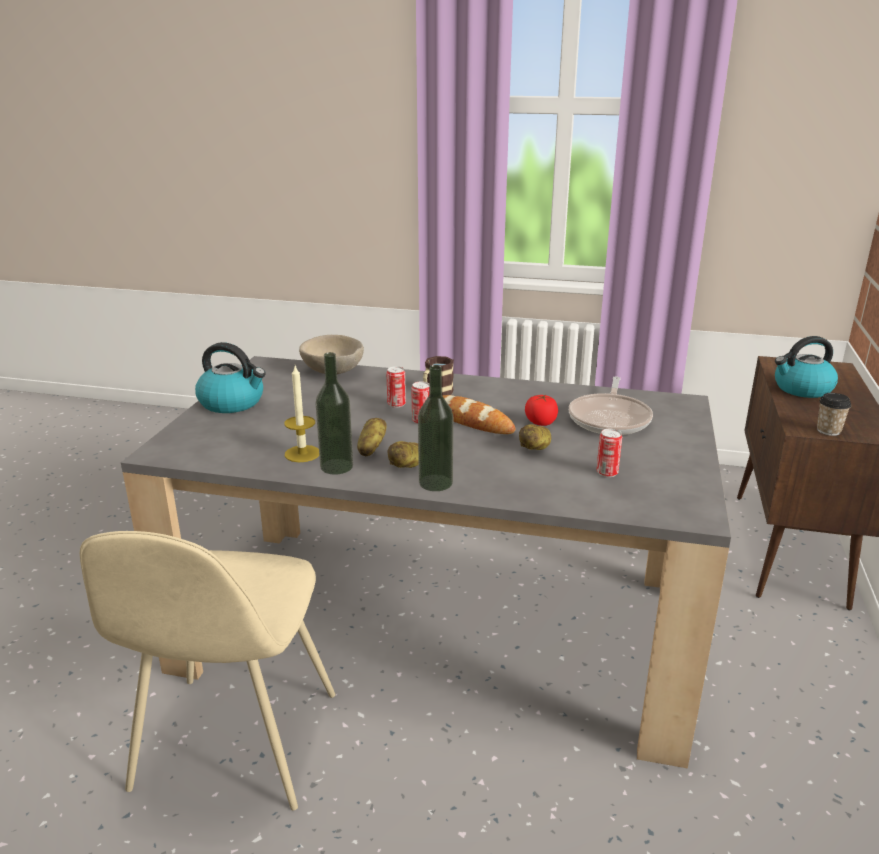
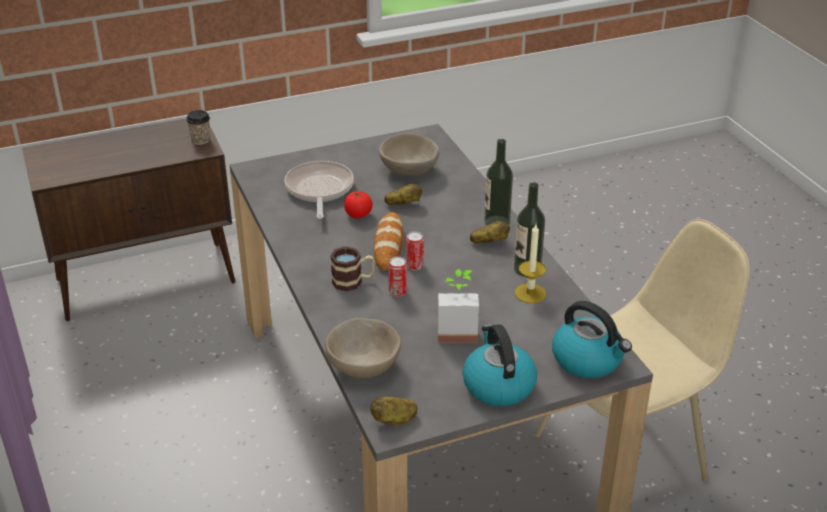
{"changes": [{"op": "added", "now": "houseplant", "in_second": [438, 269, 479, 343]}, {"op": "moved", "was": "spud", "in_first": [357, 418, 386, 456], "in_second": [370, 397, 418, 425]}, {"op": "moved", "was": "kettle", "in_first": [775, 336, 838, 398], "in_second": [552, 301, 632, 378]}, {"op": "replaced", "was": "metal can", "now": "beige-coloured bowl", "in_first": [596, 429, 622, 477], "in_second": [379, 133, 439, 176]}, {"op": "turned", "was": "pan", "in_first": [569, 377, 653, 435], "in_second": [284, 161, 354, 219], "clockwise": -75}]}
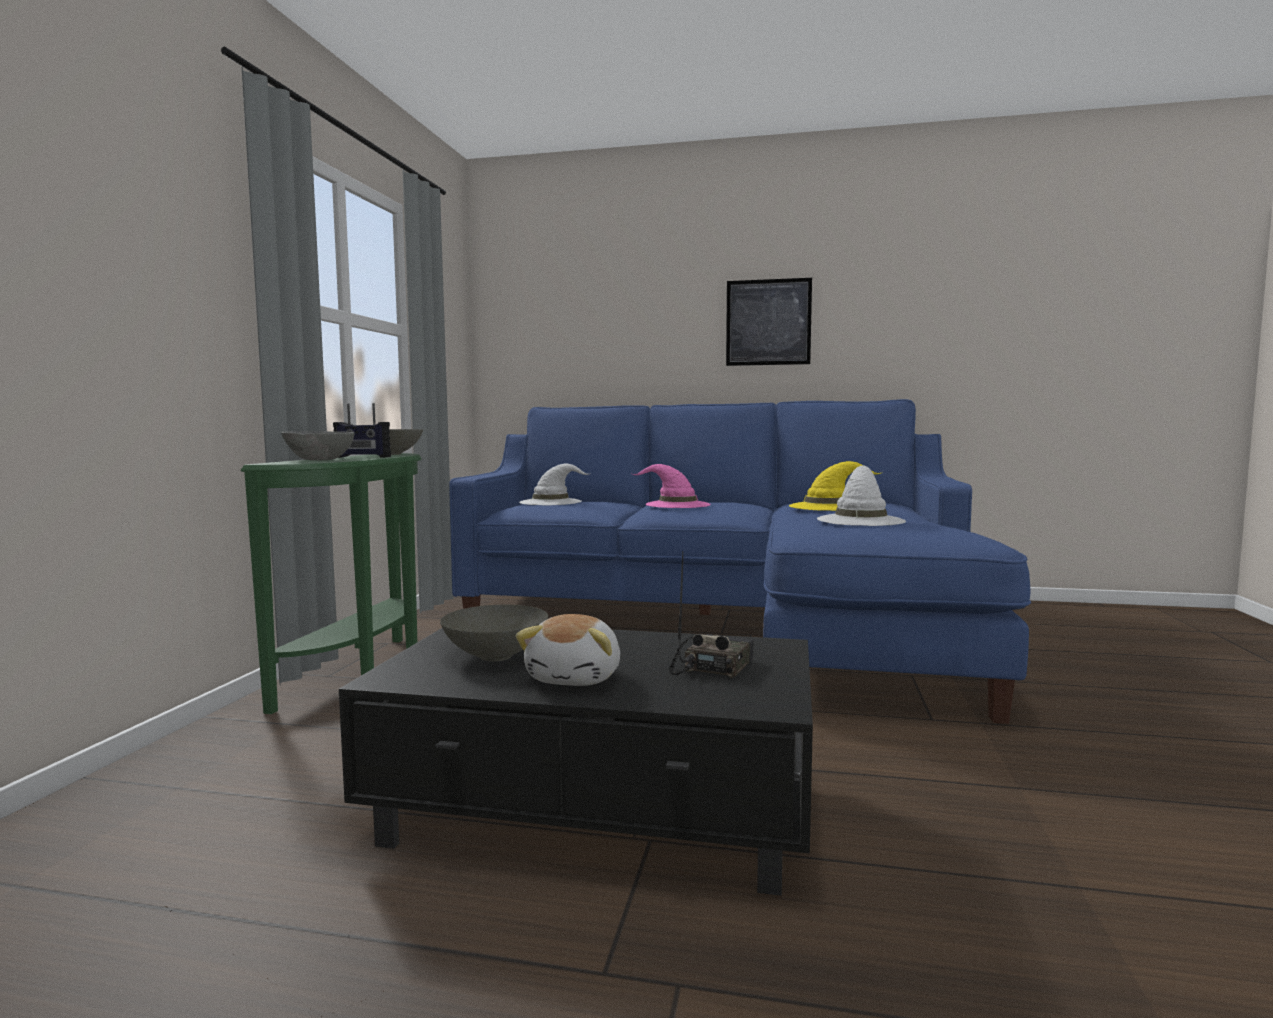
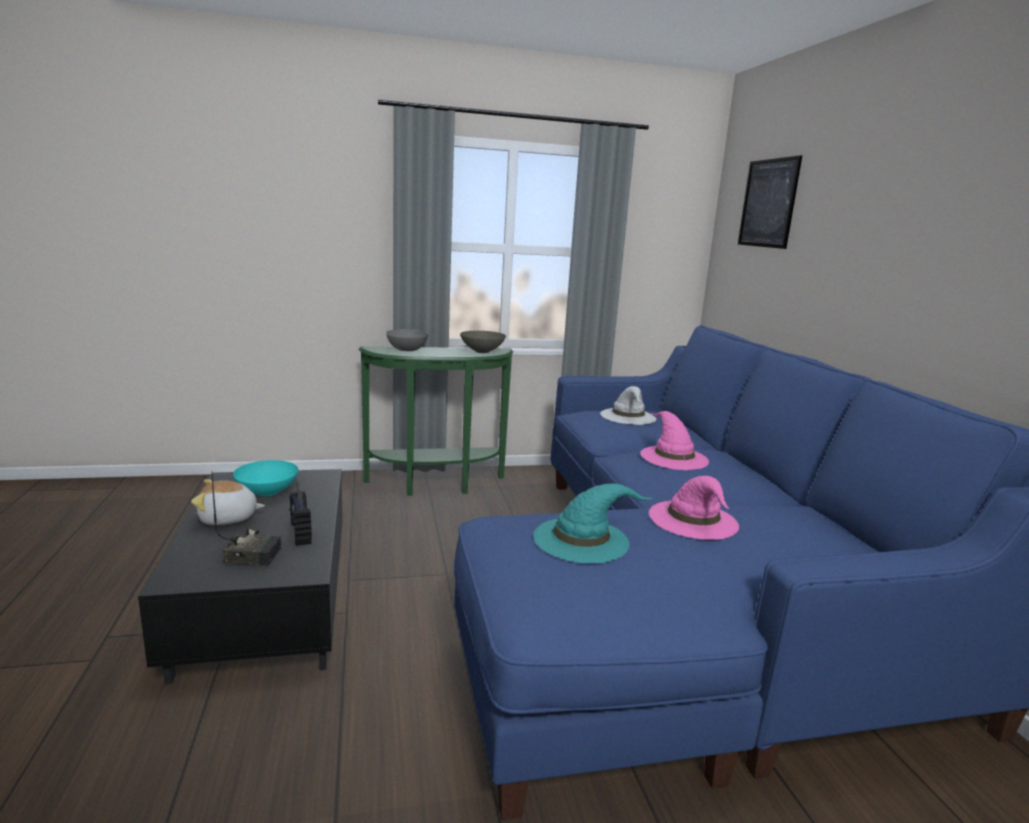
{"changes": [{"op": "moved", "was": "radio", "in_first": [333, 403, 391, 458], "in_second": [289, 480, 312, 546]}, {"op": "moved", "was": "picture", "in_first": [726, 278, 812, 366], "in_second": [738, 155, 802, 249]}, {"op": "recoloured", "was": "greyish bowl", "now": "turquoise-coloured bowl", "in_first": [440, 605, 548, 661], "in_second": [233, 460, 298, 496]}, {"op": "recoloured", "was": "yellowish wearable hat", "now": "pink wearable hat", "in_first": [789, 461, 883, 511], "in_second": [649, 476, 739, 540]}, {"op": "recoloured", "was": "white wearable hat", "now": "turquoise-coloured wearable hat", "in_first": [817, 466, 906, 526], "in_second": [533, 483, 652, 563]}]}
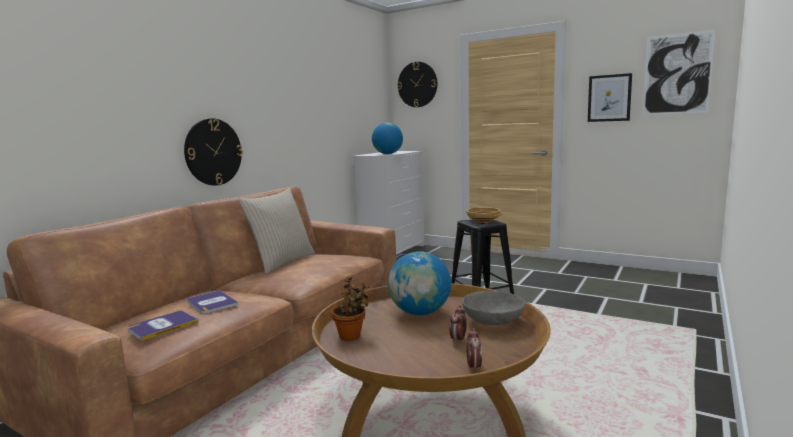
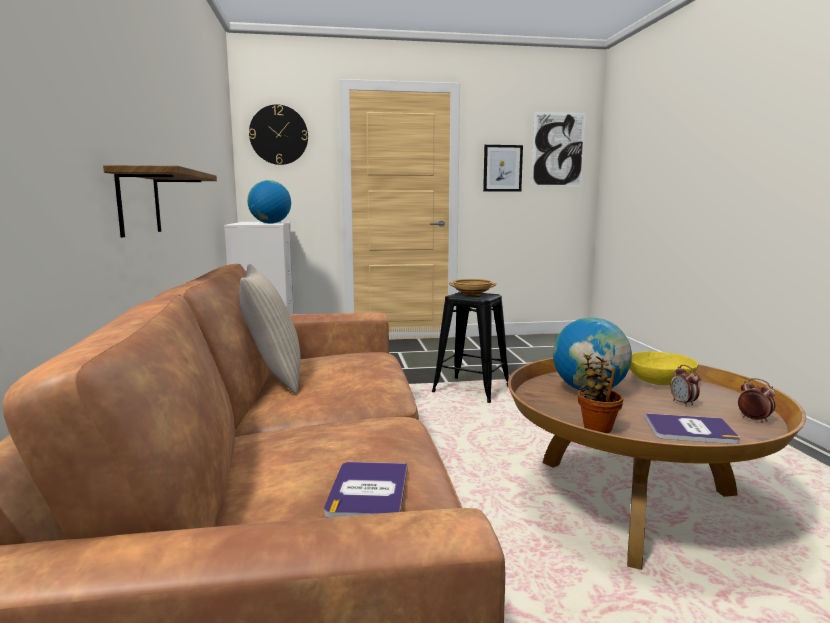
{"changes": [{"op": "moved", "was": "volume", "in_first": [187, 290, 239, 314], "in_second": [645, 413, 740, 444]}, {"op": "replaced", "was": "hanging clock", "now": "shelf", "in_first": [184, 118, 243, 185], "in_second": [103, 165, 217, 237]}, {"op": "recoloured", "was": "greyish bowl", "now": "yellowish bowl", "in_first": [462, 291, 525, 325], "in_second": [630, 351, 698, 385]}]}
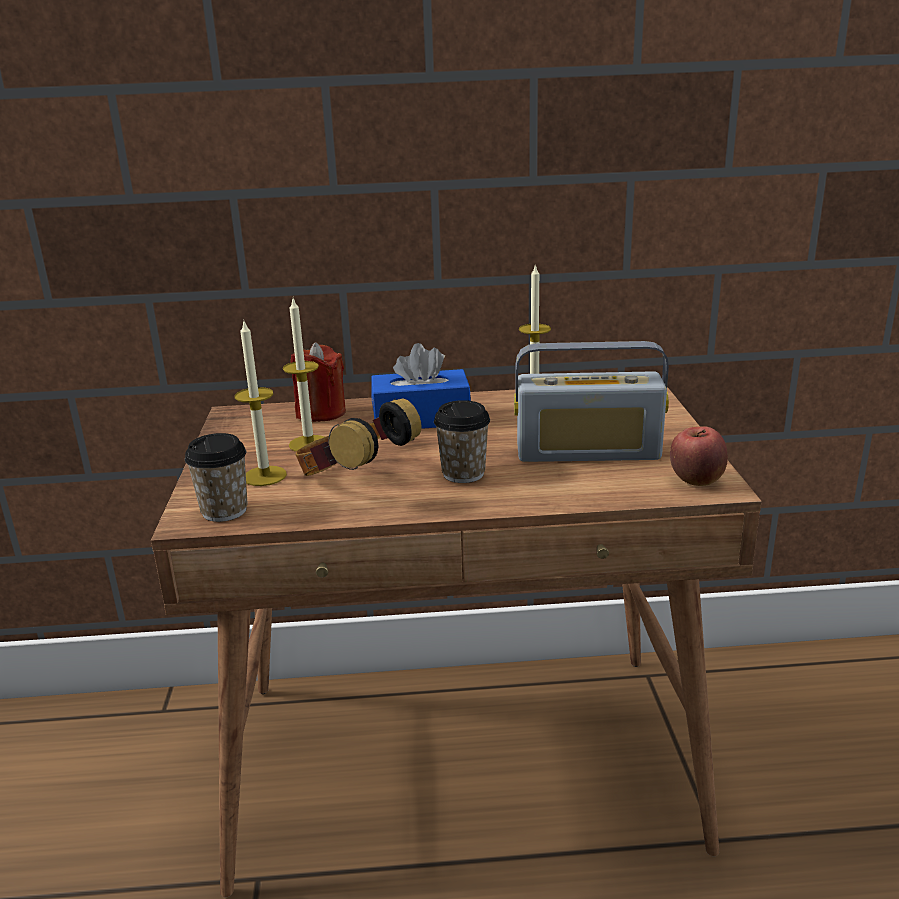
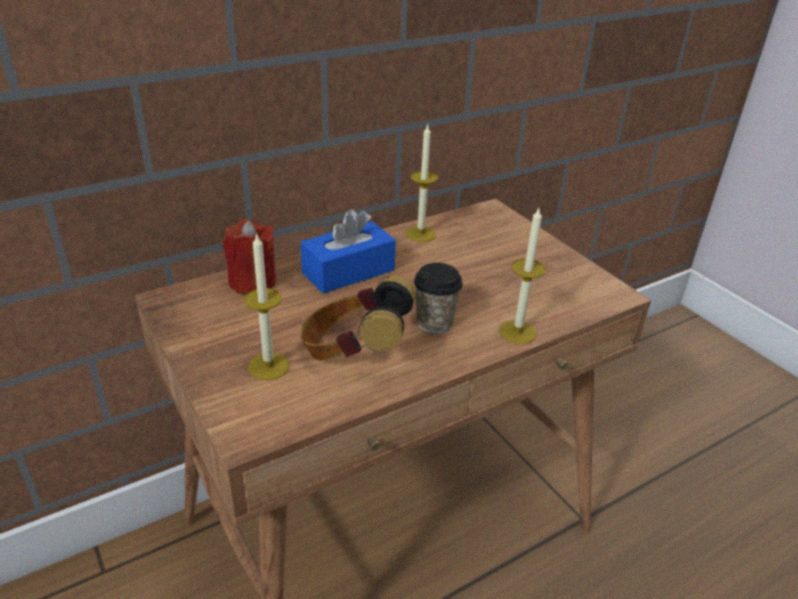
{"changes": [{"op": "removed", "was": "cup", "in_first": [185, 433, 247, 522]}, {"op": "removed", "was": "radio", "in_first": [514, 341, 669, 462]}, {"op": "removed", "was": "apple fruit", "in_first": [670, 426, 728, 486]}, {"op": "moved", "was": "wax light", "in_first": [283, 299, 324, 452], "in_second": [499, 206, 546, 344]}]}
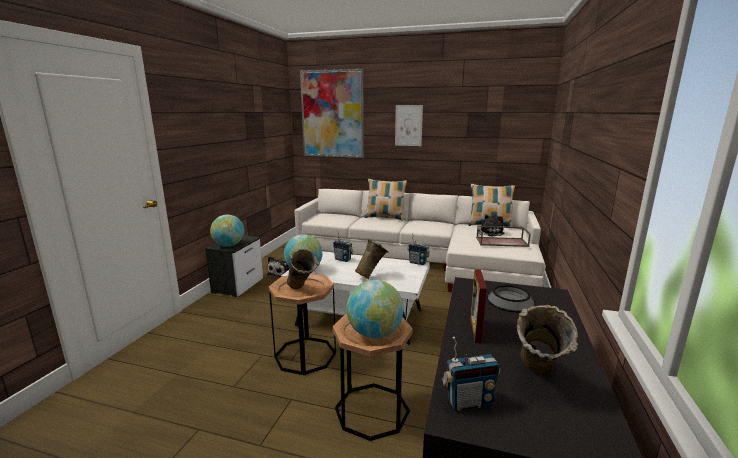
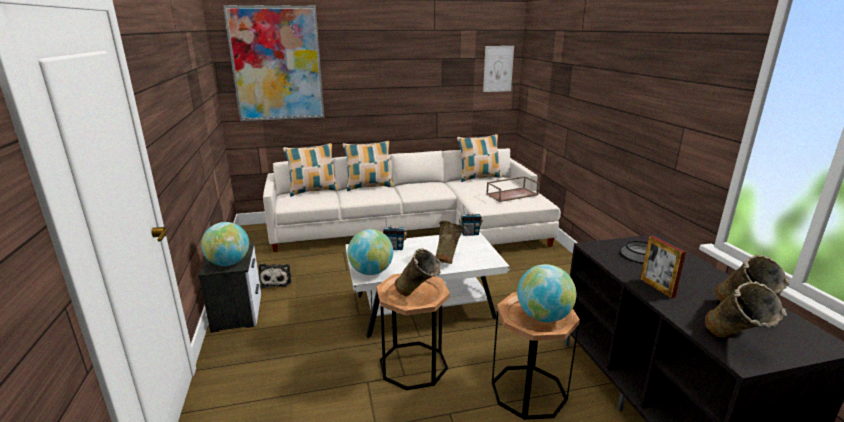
{"changes": [{"op": "removed", "was": "plush toy", "in_first": [478, 214, 505, 237]}, {"op": "added", "now": "throw pillow", "in_second": [283, 143, 338, 197]}, {"op": "moved", "was": "picture", "in_first": [395, 105, 423, 146], "in_second": [483, 46, 514, 92]}, {"op": "replaced", "was": "radio", "now": "beige-coloured flower vase", "in_first": [442, 337, 501, 412], "in_second": [705, 281, 787, 337]}]}
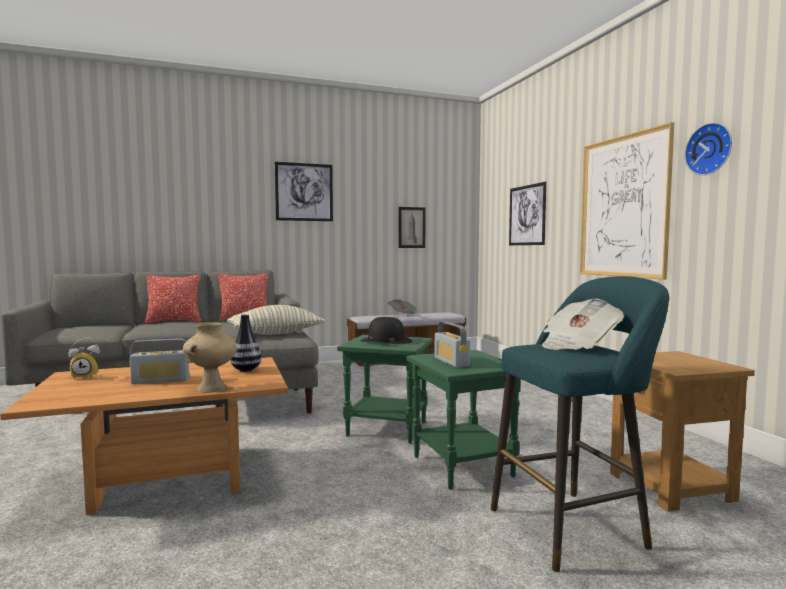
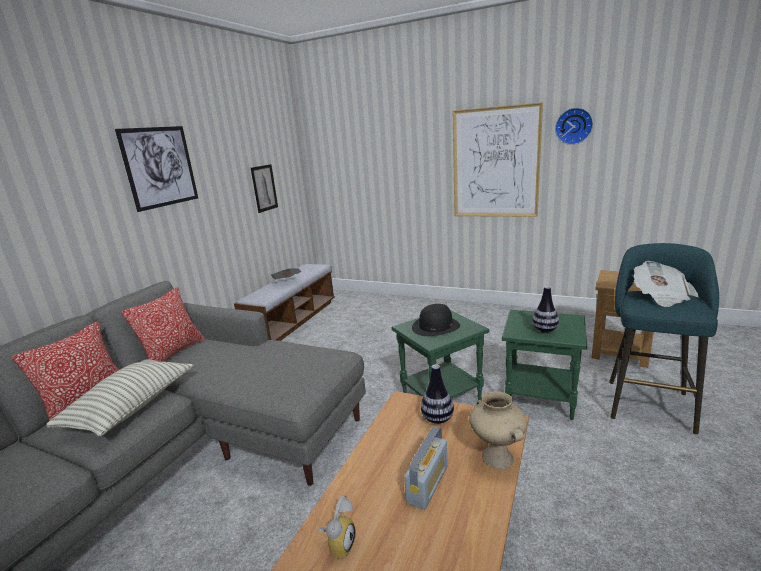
{"changes": [{"op": "removed", "was": "picture", "in_first": [509, 182, 546, 245]}, {"op": "moved", "was": "throw pillow", "in_first": [227, 305, 325, 335], "in_second": [47, 359, 194, 436]}, {"op": "replaced", "was": "radio", "now": "flower vase", "in_first": [435, 321, 470, 368], "in_second": [532, 286, 559, 333]}]}
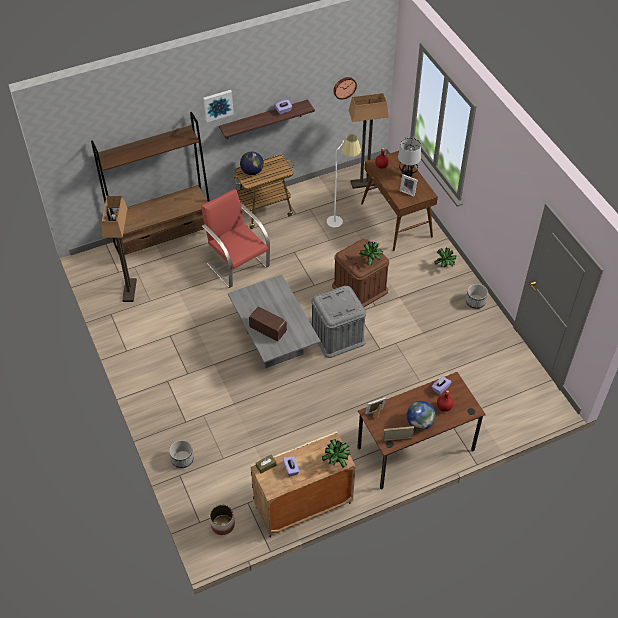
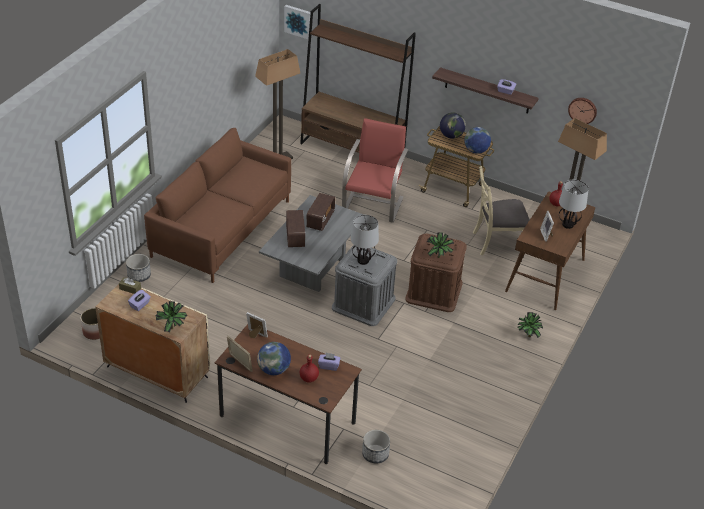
{"changes": [{"op": "added", "now": "brown-coloured sofa", "in_second": [144, 128, 291, 283]}, {"op": "added", "now": "radio", "in_second": [306, 193, 335, 231]}, {"op": "added", "now": "table lamp", "in_second": [351, 215, 379, 265]}, {"op": "added", "now": "globe", "in_second": [464, 127, 491, 154]}, {"op": "moved", "was": "picture", "in_first": [203, 90, 234, 122], "in_second": [284, 5, 311, 39]}, {"op": "moved", "was": "planter", "in_first": [466, 284, 488, 309], "in_second": [362, 430, 390, 464]}, {"op": "replaced", "was": "white standing lamp", "now": "beige-coloured plain chair", "in_first": [327, 134, 361, 228], "in_second": [473, 166, 530, 255]}]}
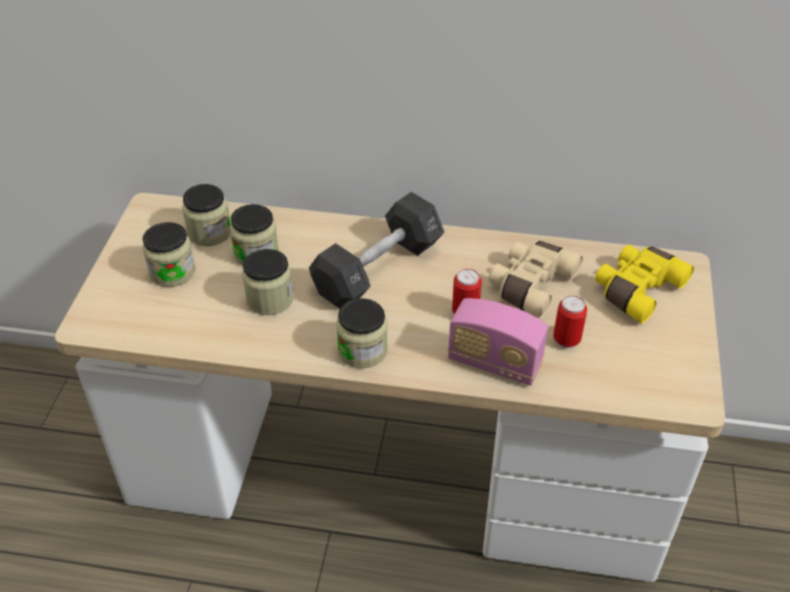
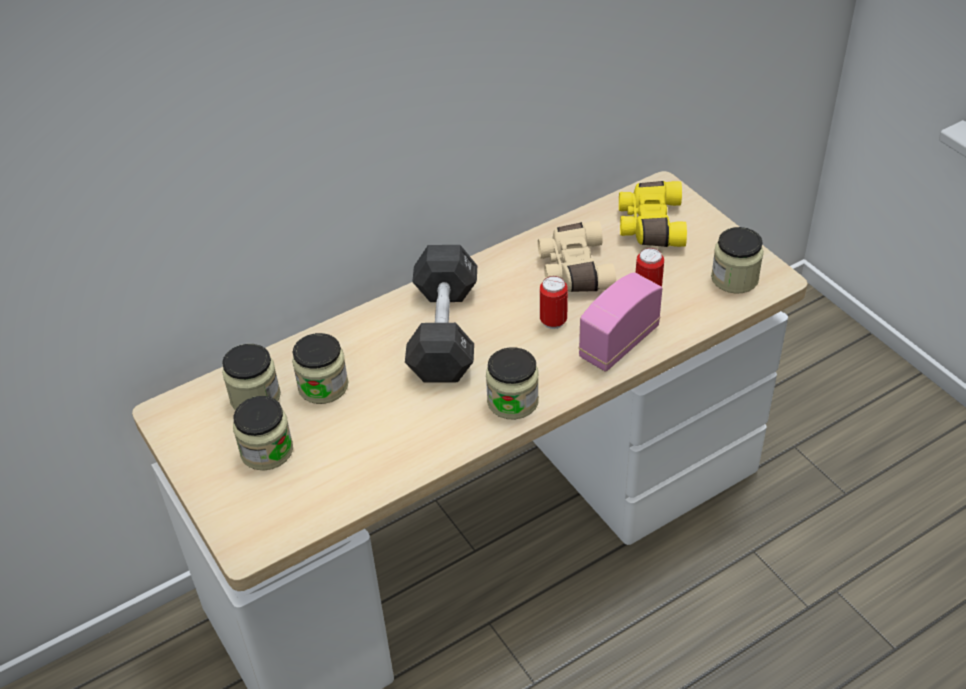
{"changes": [{"op": "moved", "was": "preserve jar", "in_first": [242, 249, 294, 315], "in_second": [711, 227, 764, 294]}, {"op": "turned", "was": "radio", "in_first": [448, 298, 548, 386], "in_second": [578, 272, 662, 372], "clockwise": 150}]}
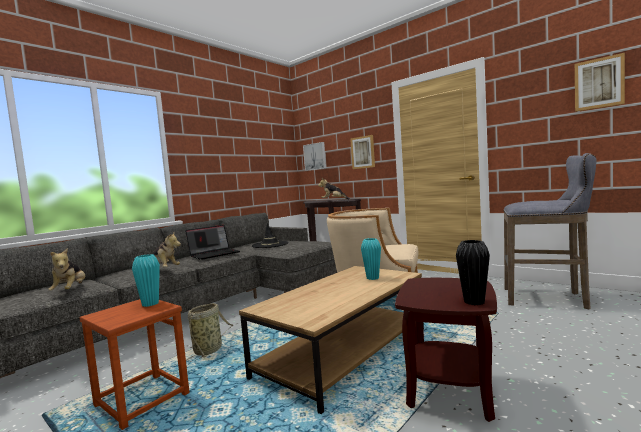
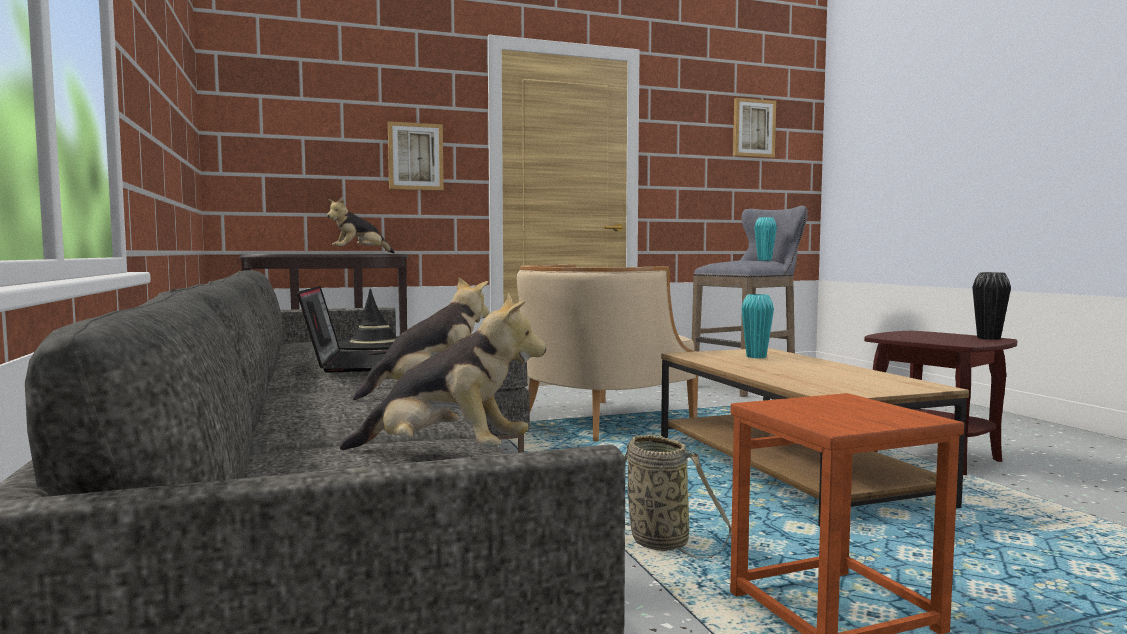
{"changes": [{"op": "removed", "was": "picture", "in_first": [303, 142, 326, 171]}, {"op": "moved", "was": "turquoise-coloured flower vase", "in_first": [132, 254, 160, 307], "in_second": [754, 217, 777, 261]}]}
